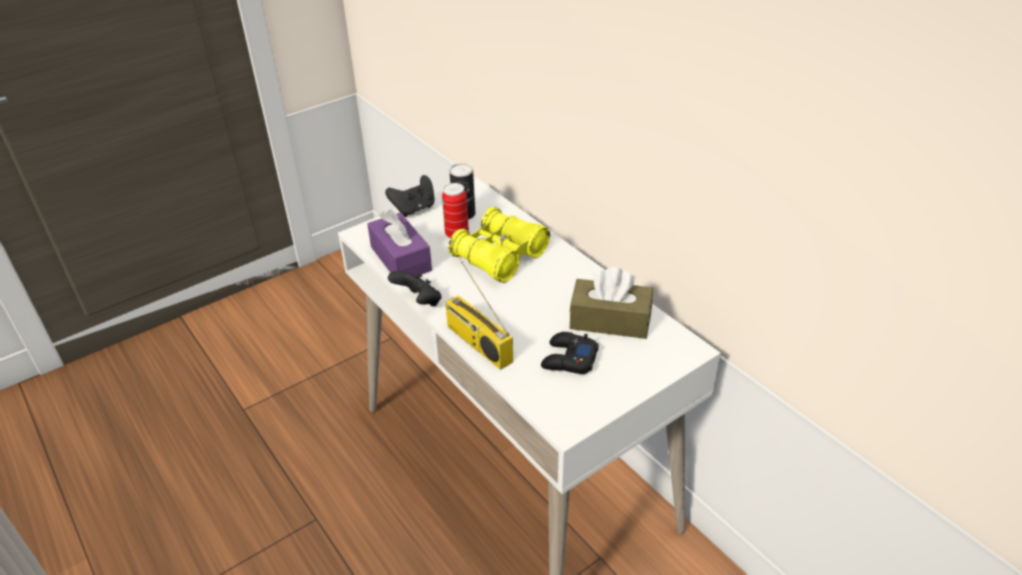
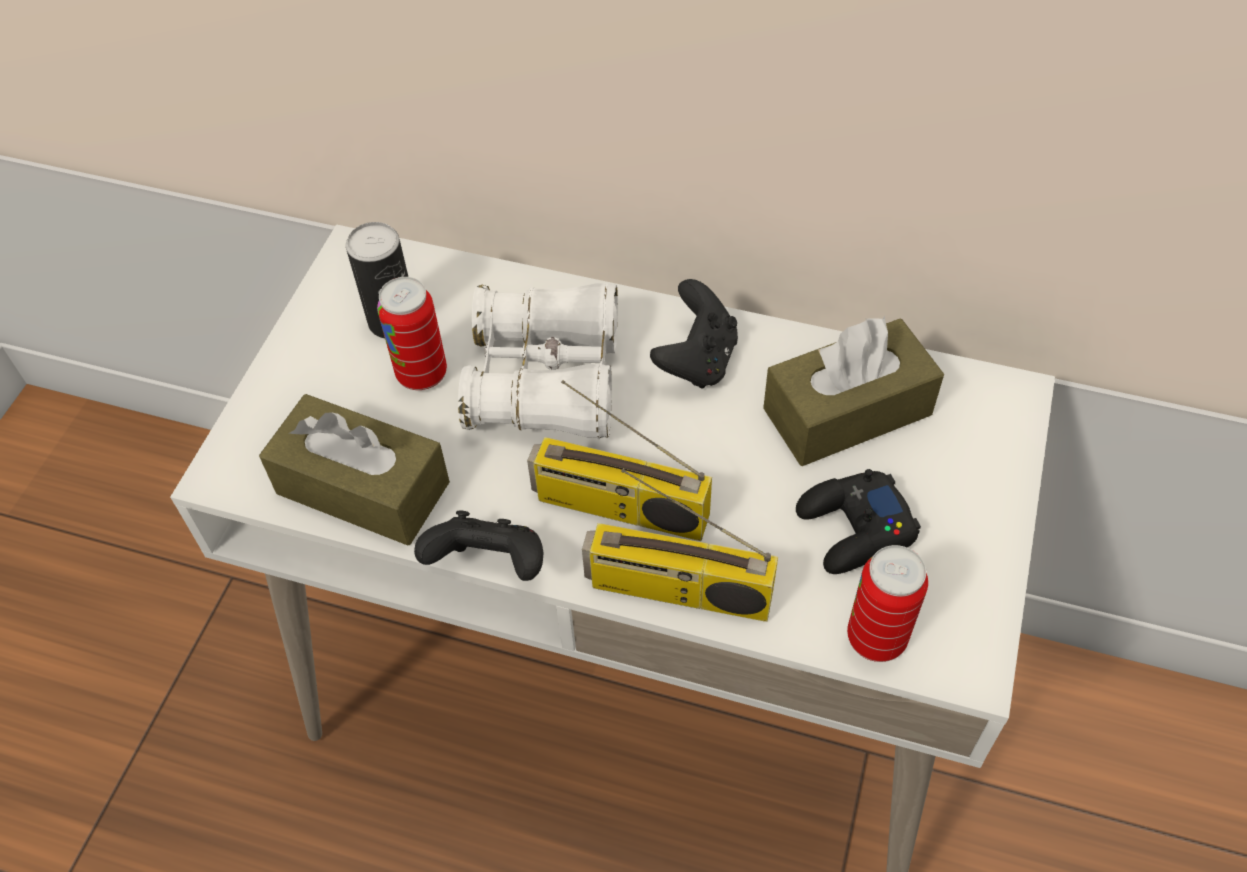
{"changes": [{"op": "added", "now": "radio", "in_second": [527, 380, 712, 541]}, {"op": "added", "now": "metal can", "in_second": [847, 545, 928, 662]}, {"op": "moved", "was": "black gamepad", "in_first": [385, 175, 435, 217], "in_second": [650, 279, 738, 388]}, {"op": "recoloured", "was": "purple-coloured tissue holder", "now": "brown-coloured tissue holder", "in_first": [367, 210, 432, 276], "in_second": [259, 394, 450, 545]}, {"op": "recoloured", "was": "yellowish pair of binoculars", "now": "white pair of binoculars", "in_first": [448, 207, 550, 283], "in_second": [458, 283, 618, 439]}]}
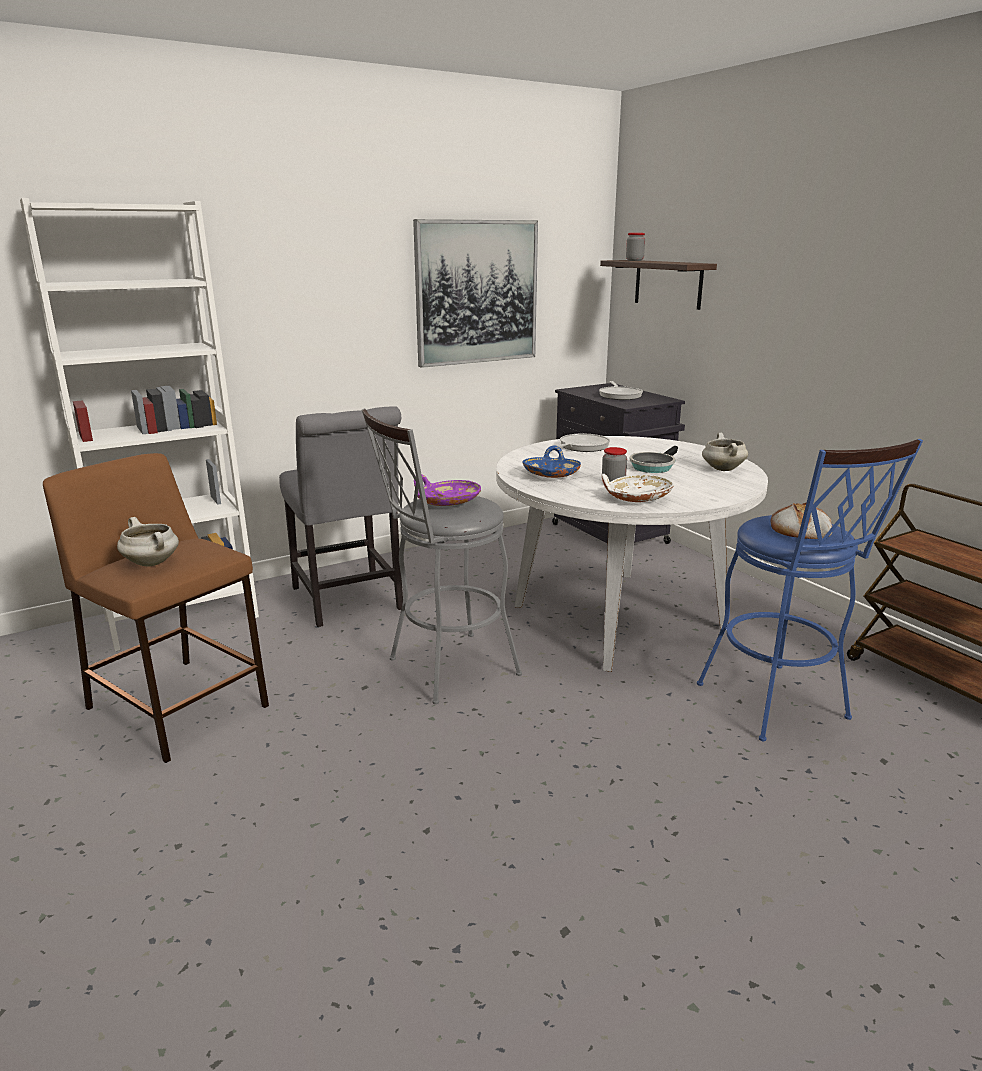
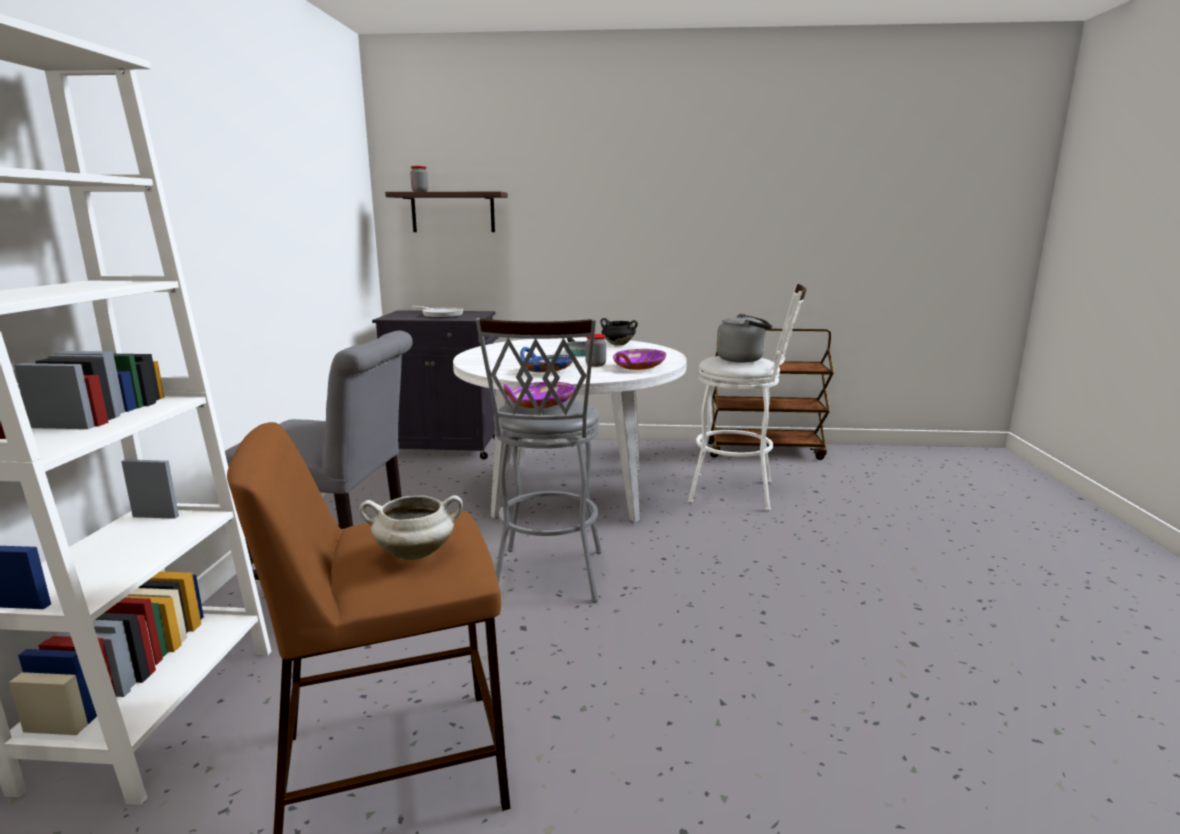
{"changes": [{"op": "removed", "was": "picture", "in_first": [413, 219, 538, 368]}, {"op": "removed", "was": "pan", "in_first": [558, 434, 610, 452]}, {"op": "replaced", "was": "baked bread", "now": "greyish kettle", "in_first": [771, 502, 832, 539], "in_second": [716, 314, 772, 362]}, {"op": "recoloured", "was": "white bowl", "now": "purple-coloured bowl", "in_first": [602, 474, 674, 502], "in_second": [613, 349, 666, 370]}, {"op": "recoloured", "was": "bluish stool", "now": "white stool", "in_first": [697, 439, 923, 741], "in_second": [688, 283, 806, 511]}, {"op": "recoloured", "was": "white cooking pot", "now": "black cooking pot", "in_first": [702, 433, 748, 471], "in_second": [601, 318, 638, 346]}]}
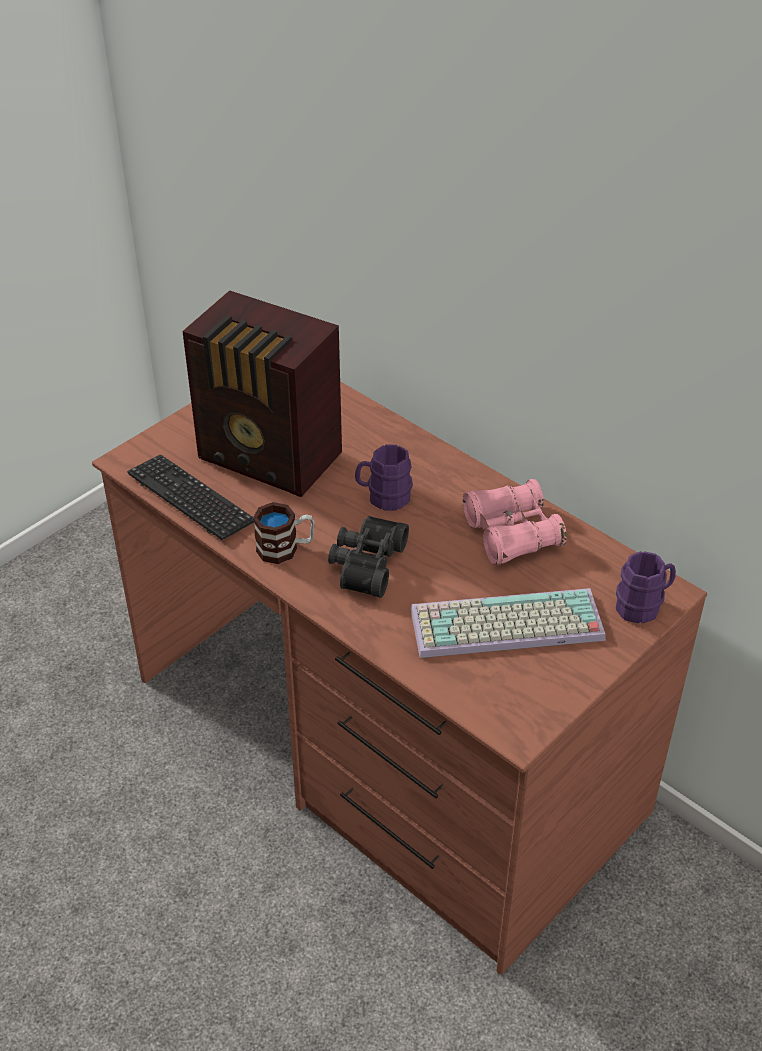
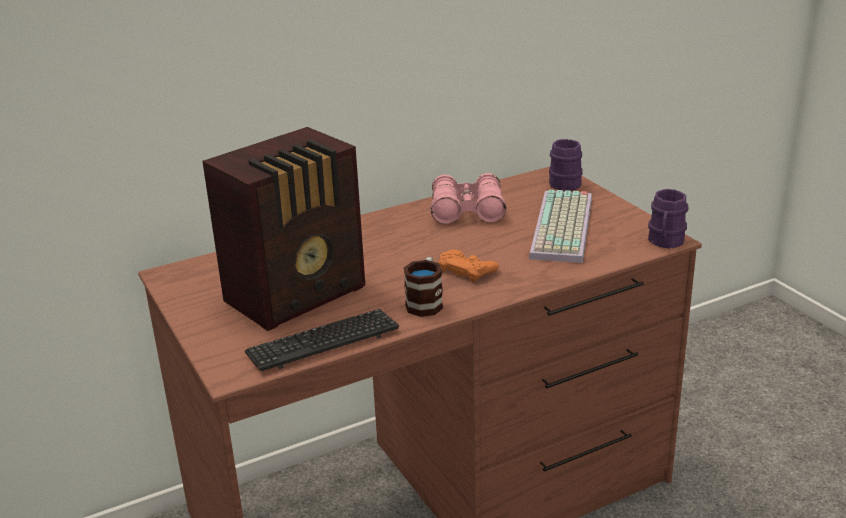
{"changes": [{"op": "moved", "was": "purple-coloured tea mug", "in_first": [355, 444, 413, 510], "in_second": [648, 189, 688, 249]}, {"op": "replaced", "was": "black pair of binoculars", "now": "orange gamepad", "in_first": [328, 516, 409, 598], "in_second": [438, 249, 499, 282]}]}
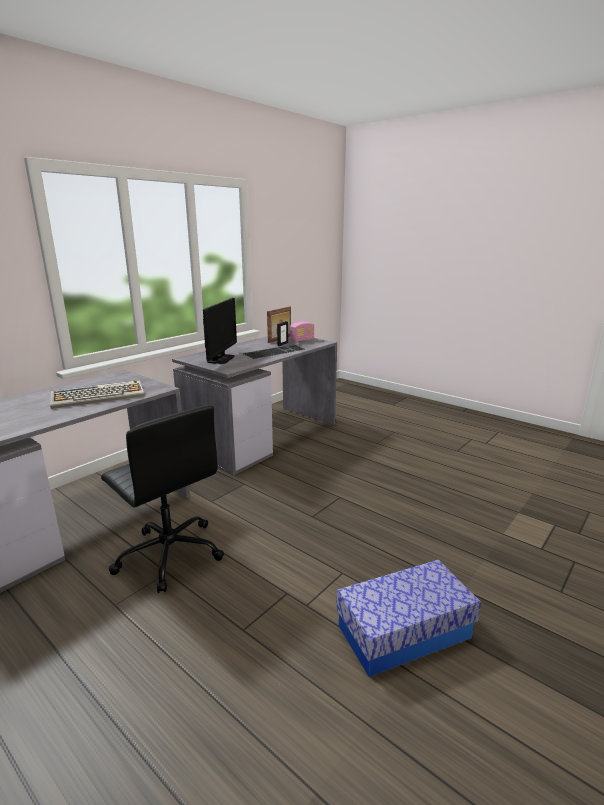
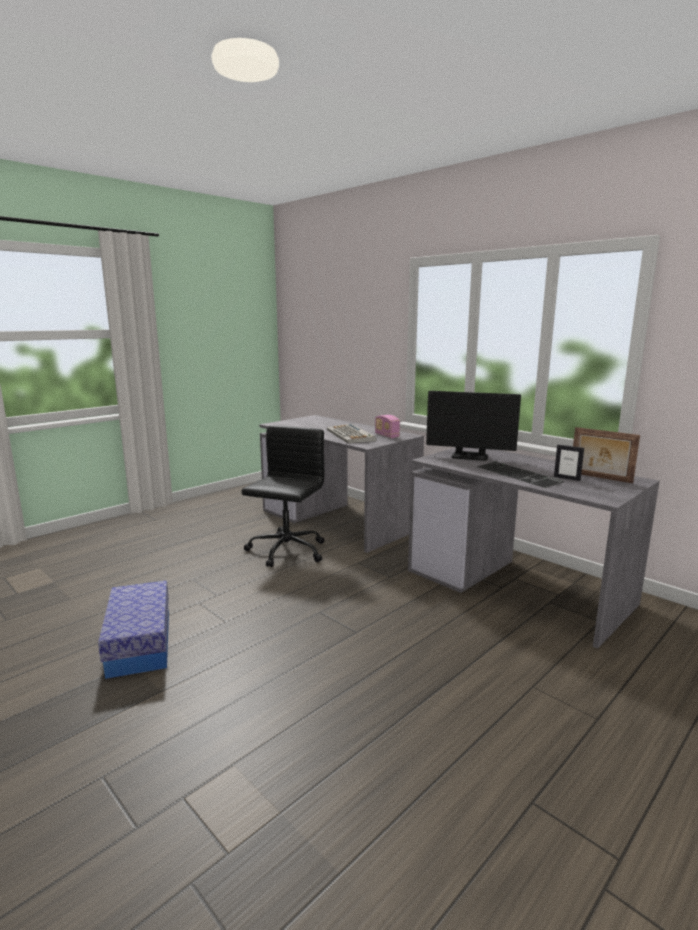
{"changes": [{"op": "moved", "was": "radio", "in_first": [290, 322, 314, 342], "in_second": [375, 415, 400, 438]}, {"op": "turned", "was": "black computer chair", "in_first": [101, 405, 224, 593], "in_second": [242, 425, 324, 567], "clockwise": 150}]}
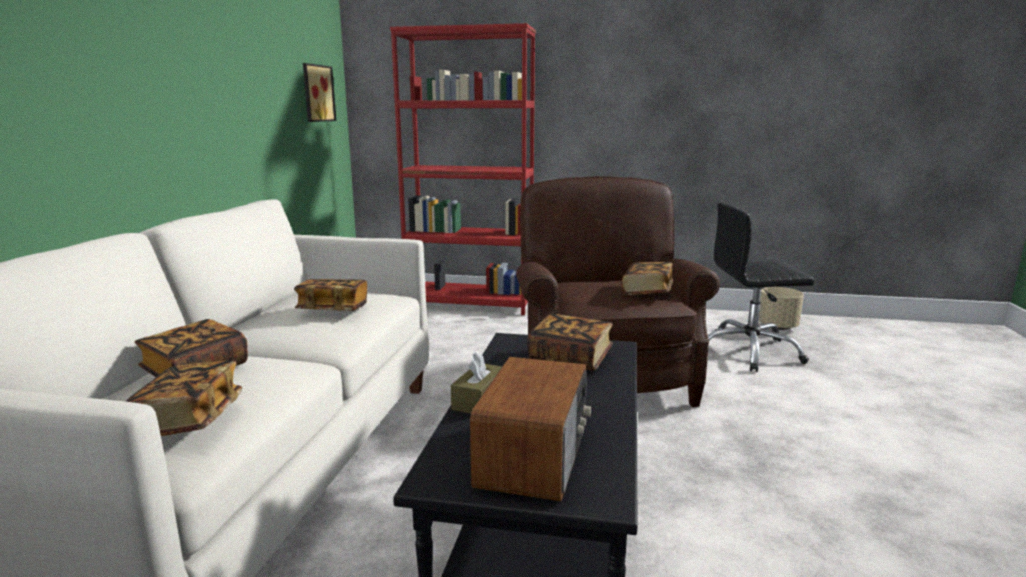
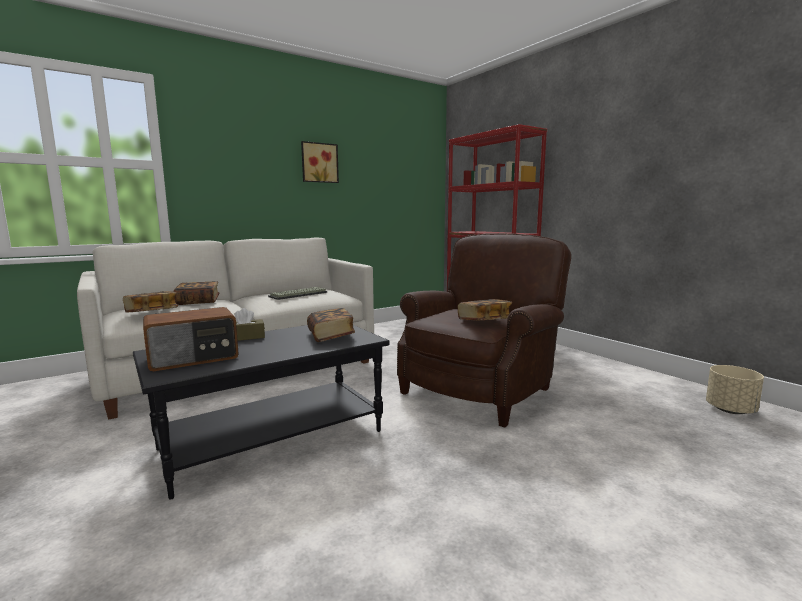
{"changes": [{"op": "removed", "was": "black computer chair", "in_first": [708, 202, 814, 372]}, {"op": "moved", "was": "picture", "in_first": [303, 63, 336, 122], "in_second": [301, 141, 339, 183]}, {"op": "replaced", "was": "volume", "now": "keyboard", "in_first": [294, 279, 367, 311], "in_second": [268, 287, 327, 300]}]}
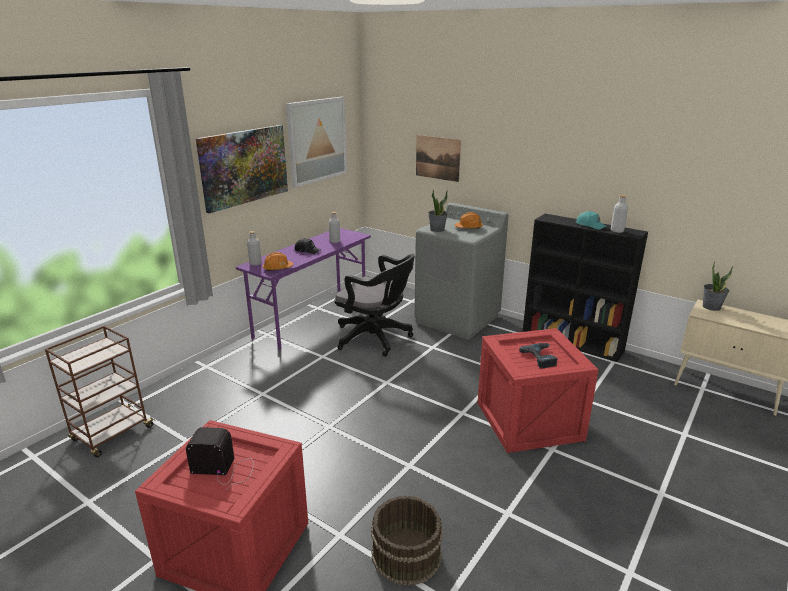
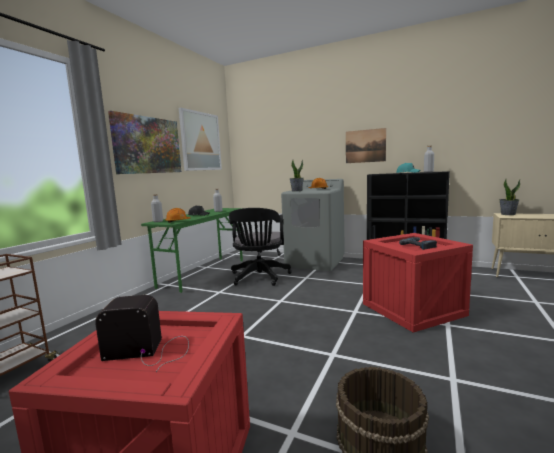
{"changes": [{"op": "moved", "was": "picture", "in_first": [416, 135, 461, 182], "in_second": [346, 128, 386, 163]}, {"op": "recoloured", "was": "purple-coloured desk", "now": "green-coloured desk", "in_first": [236, 228, 371, 351], "in_second": [141, 208, 243, 293]}, {"op": "turned", "was": "black computer chair", "in_first": [334, 254, 415, 357], "in_second": [229, 208, 292, 286], "clockwise": 75}]}
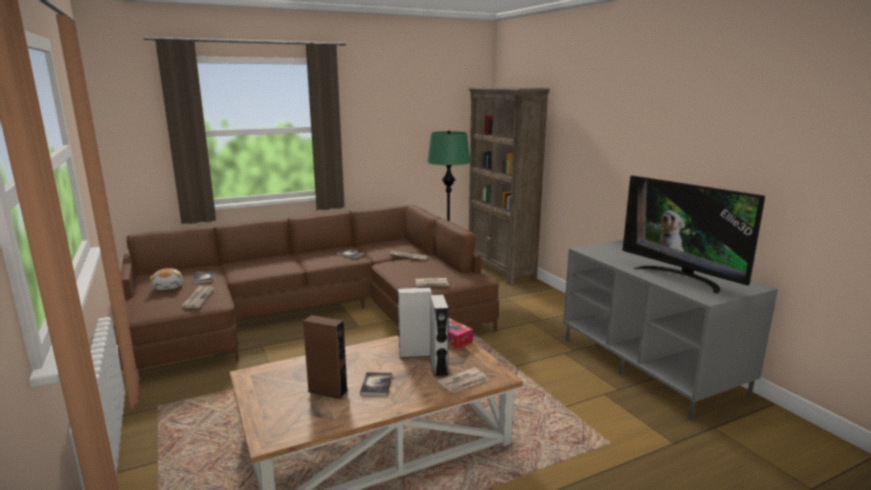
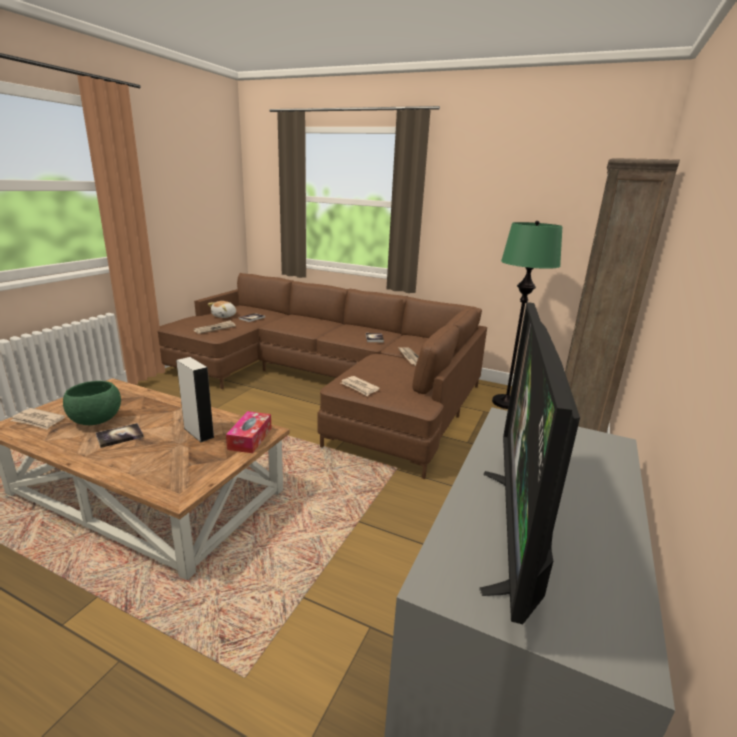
{"changes": [{"op": "removed", "was": "greyish speaker", "in_first": [430, 295, 449, 377]}, {"op": "moved", "was": "daily paper", "in_first": [438, 367, 488, 393], "in_second": [10, 408, 65, 429]}, {"op": "replaced", "was": "brown-coloured speaker", "now": "green-coloured bowl", "in_first": [303, 315, 348, 399], "in_second": [63, 381, 121, 425]}]}
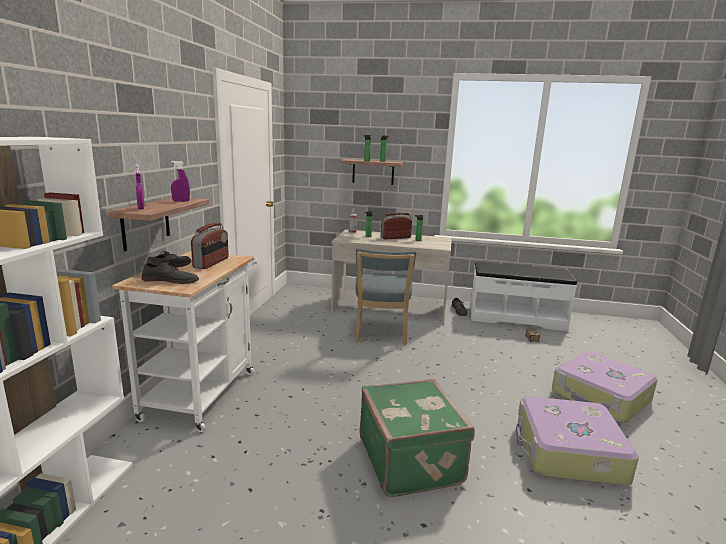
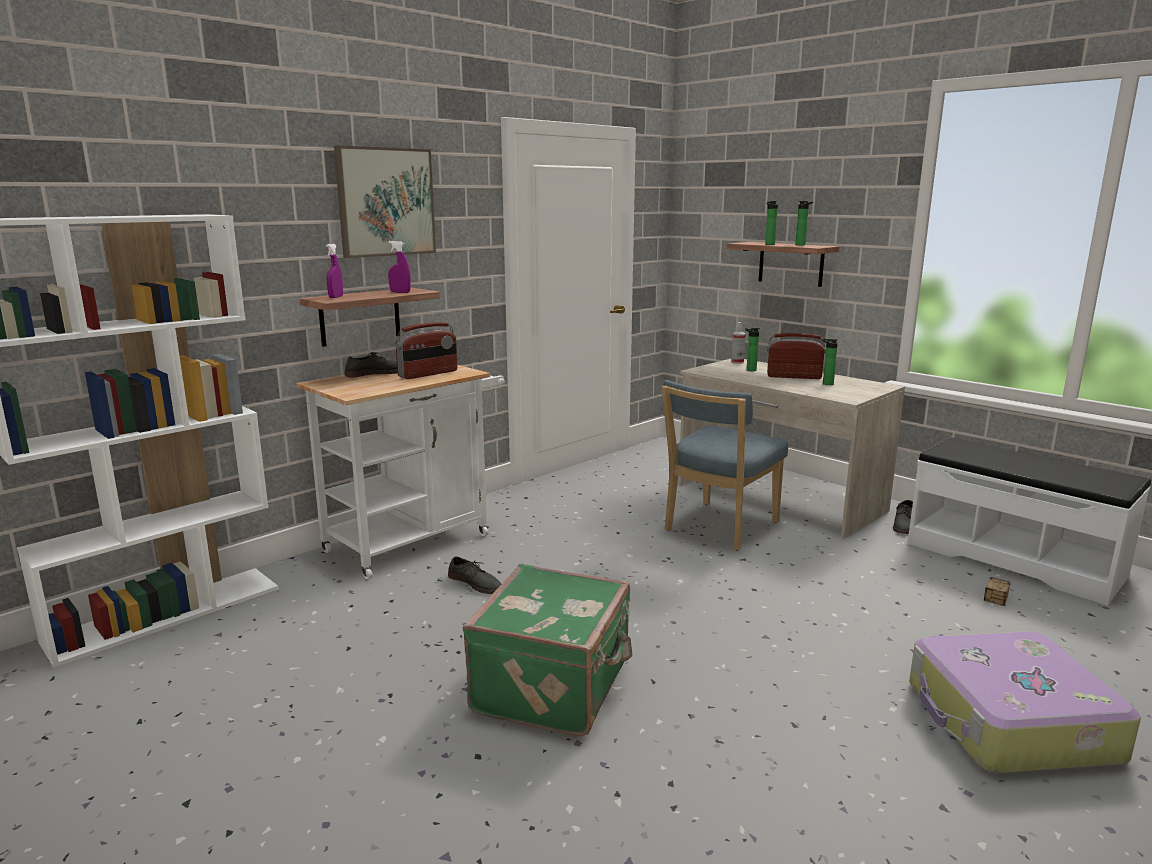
{"changes": [{"op": "removed", "was": "piece of luggage", "in_first": [516, 397, 639, 486]}, {"op": "added", "now": "picture", "in_second": [334, 145, 436, 258]}, {"op": "moved", "was": "greyish item of footwear", "in_first": [142, 262, 199, 284], "in_second": [448, 556, 501, 594]}]}
